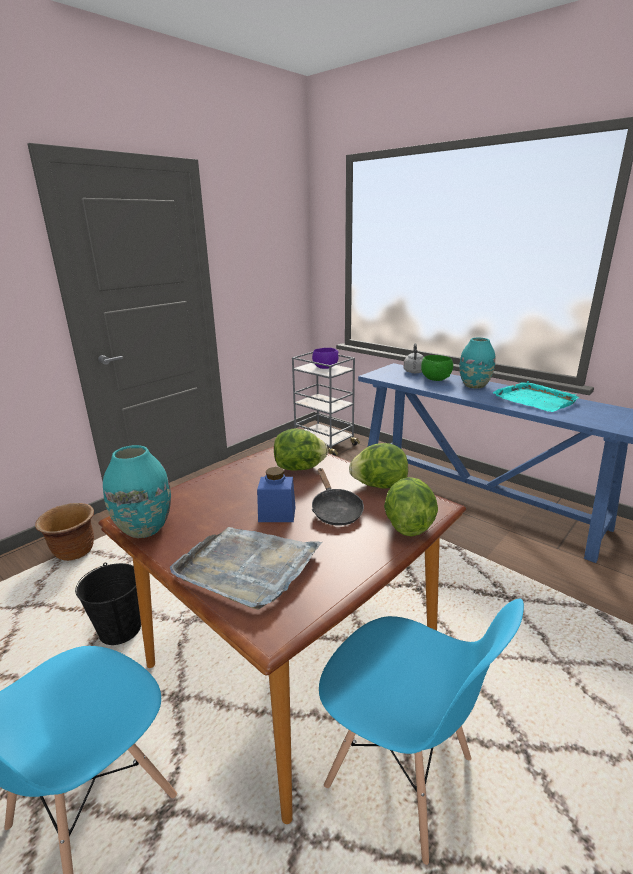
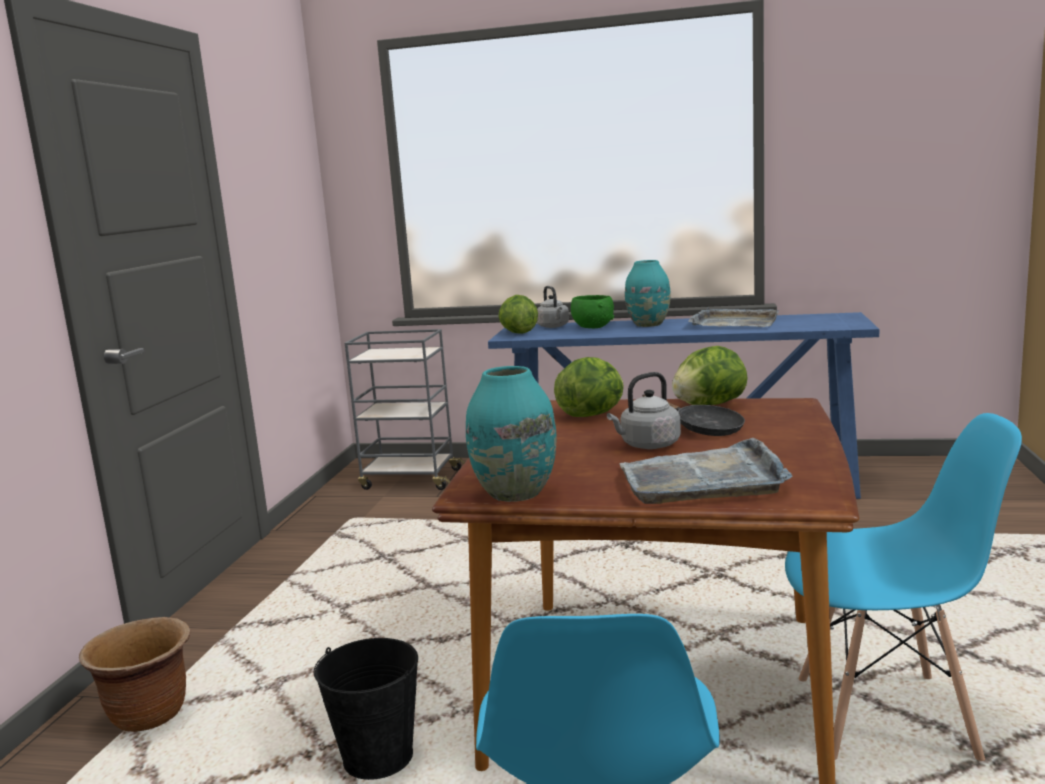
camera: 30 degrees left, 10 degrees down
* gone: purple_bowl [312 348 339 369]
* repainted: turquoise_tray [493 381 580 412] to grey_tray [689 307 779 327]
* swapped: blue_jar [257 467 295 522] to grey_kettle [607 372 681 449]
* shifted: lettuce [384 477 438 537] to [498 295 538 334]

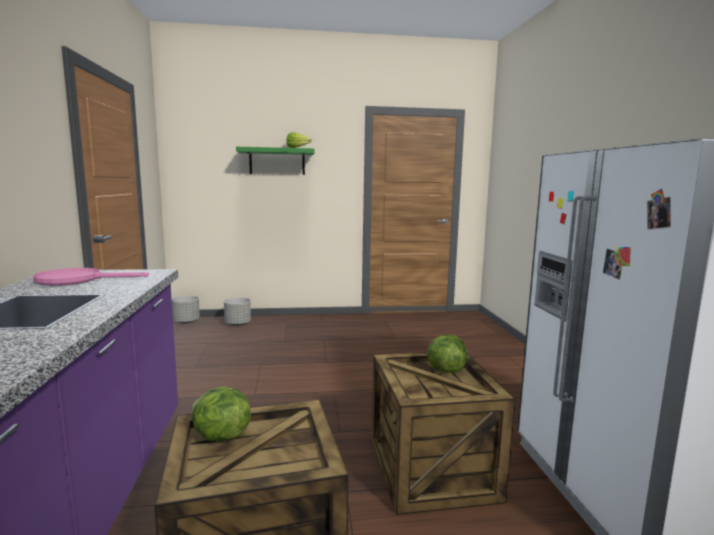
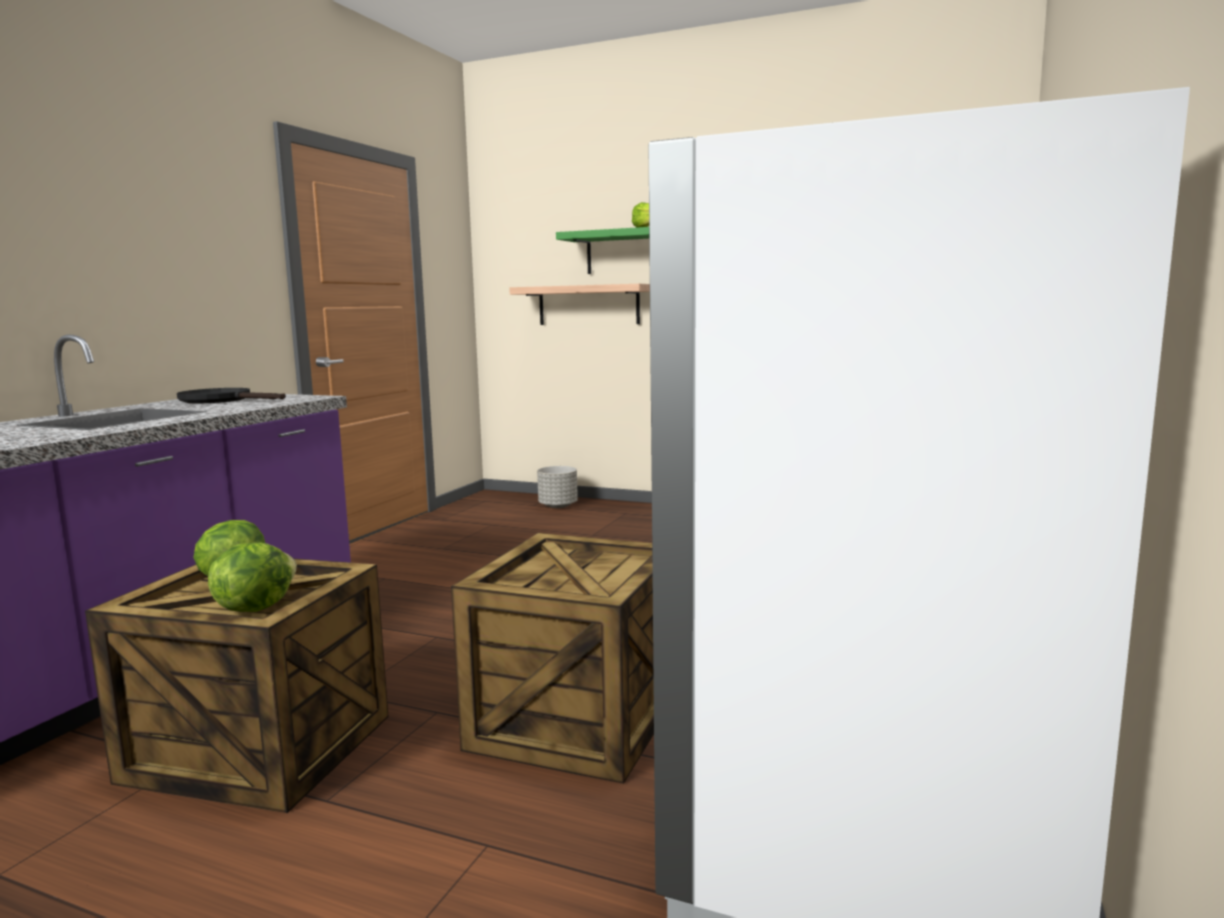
camera: 30 degrees right, 0 degrees up
* repainted: pink_frying_pan [33 268 149 286] to black_frying_pan [177 388 286 403]
* gone: grey_planter [172 295 200 324]
* shifted: lettuce [427 335 467 373] to [208 543 297 612]
* new: shelf [509 284 650 325]

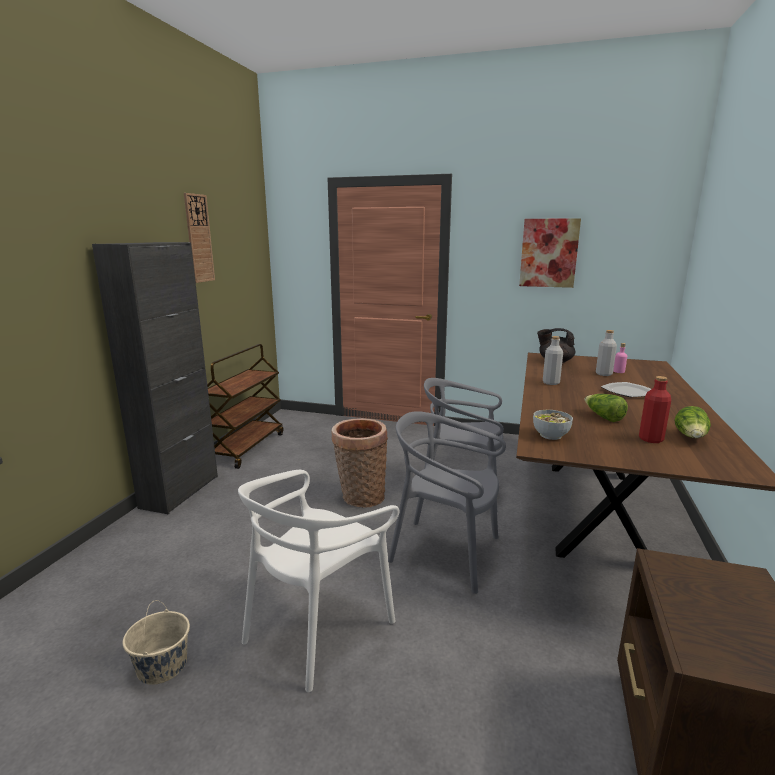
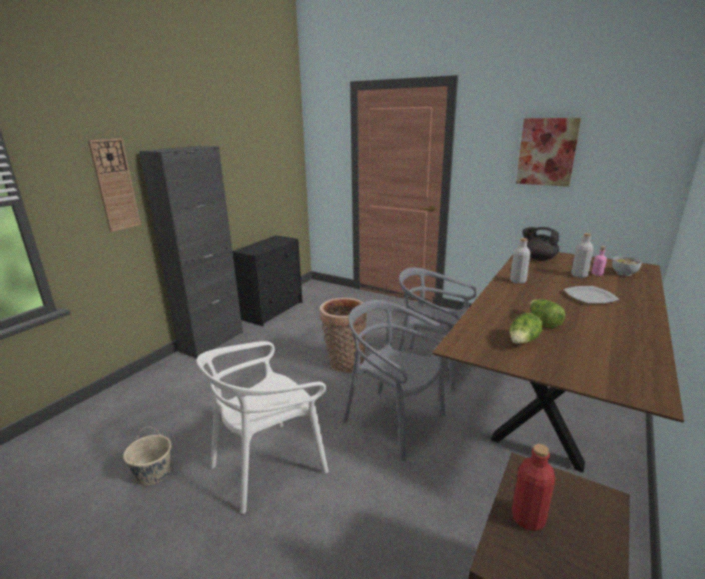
camera: 15 degrees right, 5 degrees up
* shifted: wall_clock [184 193 215 283] to [88 138 141 232]
* swapped: brown_cart [207 344 283 469] to black_dresser [232 235 303 326]
* shifted: red_bottle [639 376 671 443] to [512 444 555 531]
* shifted: lettuce [674 406 711 438] to [509 313 543 344]
* shifted: bowl [533 410 573 440] to [612 256 642 276]

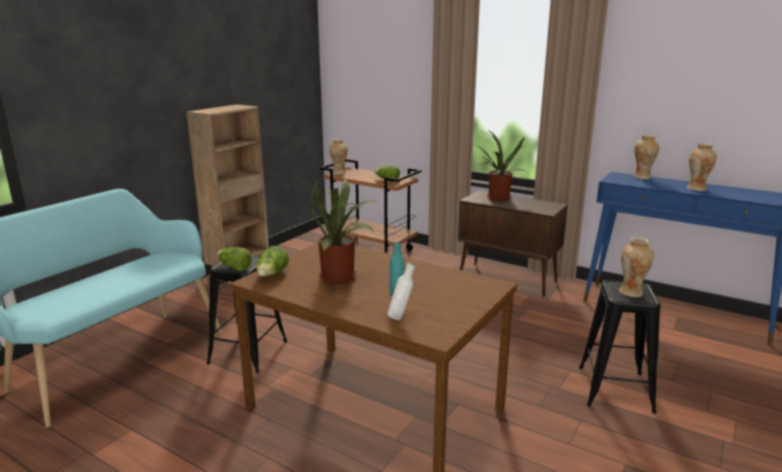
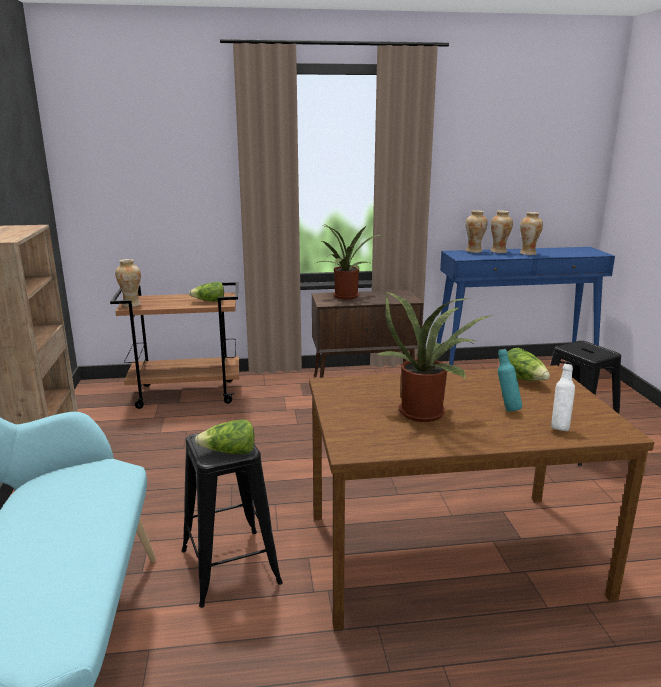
camera: 40 degrees left, 0 degrees up
* shifted: vase [619 237 654 297] to [491 210 513 253]
* shifted: lettuce [256 246 289 277] to [508 348 550 381]

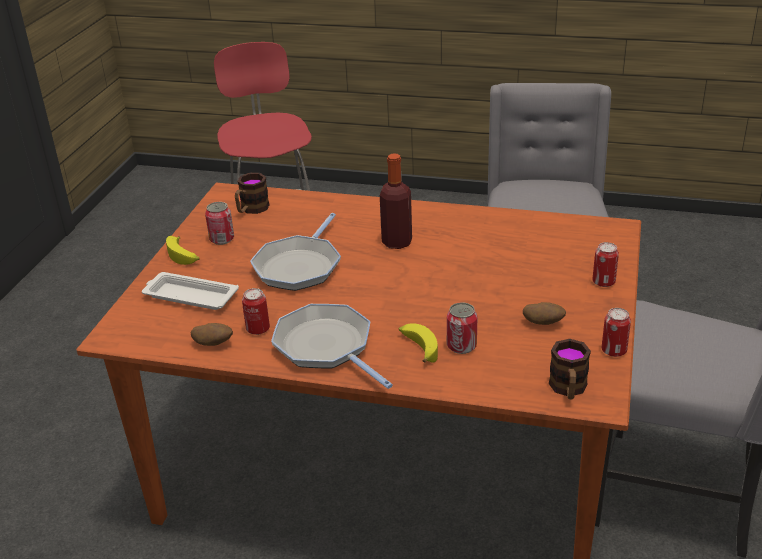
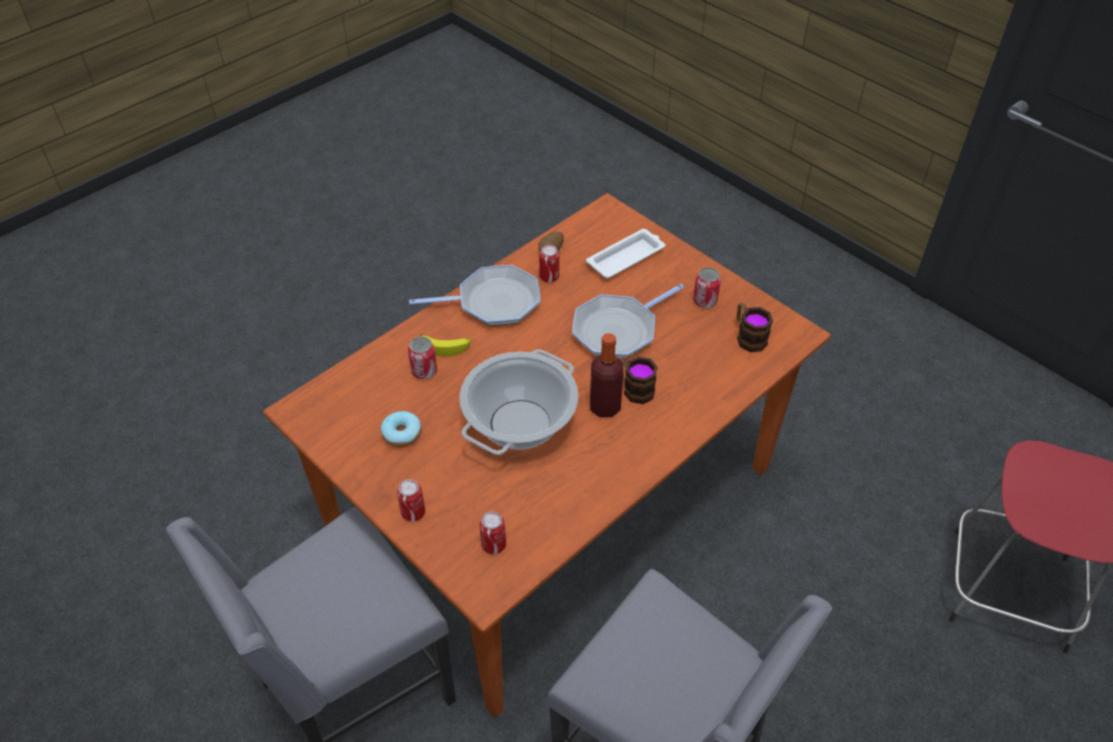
camera: 120 degrees right, 15 degrees up
* rotated: frying_pan [250 213 341 291] = [572 284 684 358] 90 degrees counterclockwise
* gone: banana [166 236 199 265]
* swapped: potato [523 302 566 325] to donut [381 411 422 447]
* shifted: can [602 308 631 357] to [480 512 506 554]
* shifted: mug [549 339 591 400] to [618 356 658 404]
* new: cooking_pot [459 350 578 455]

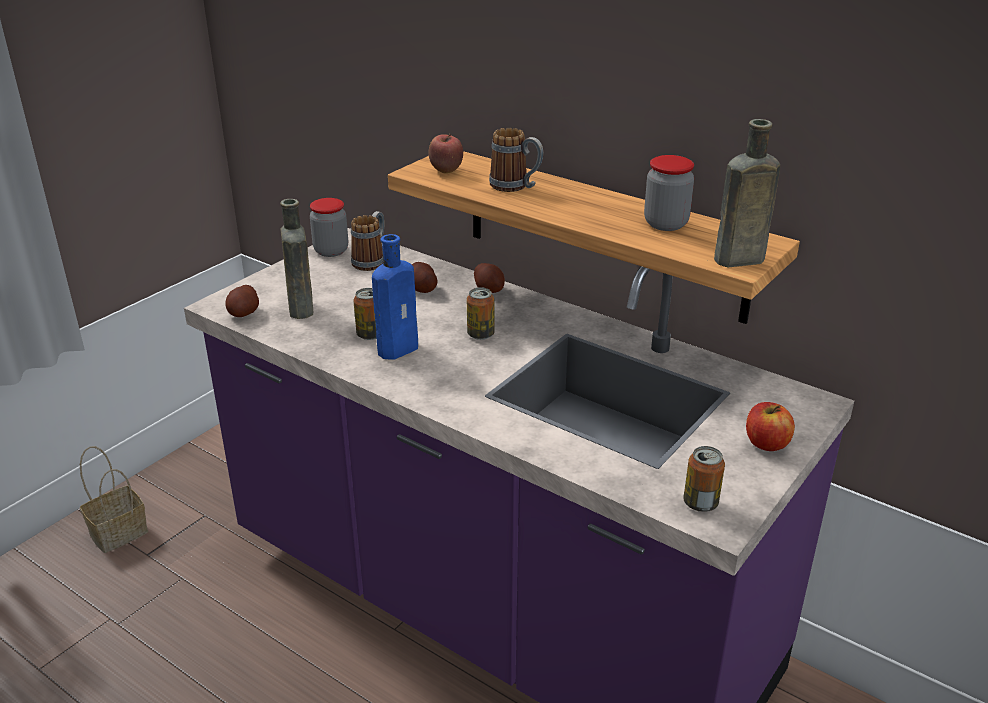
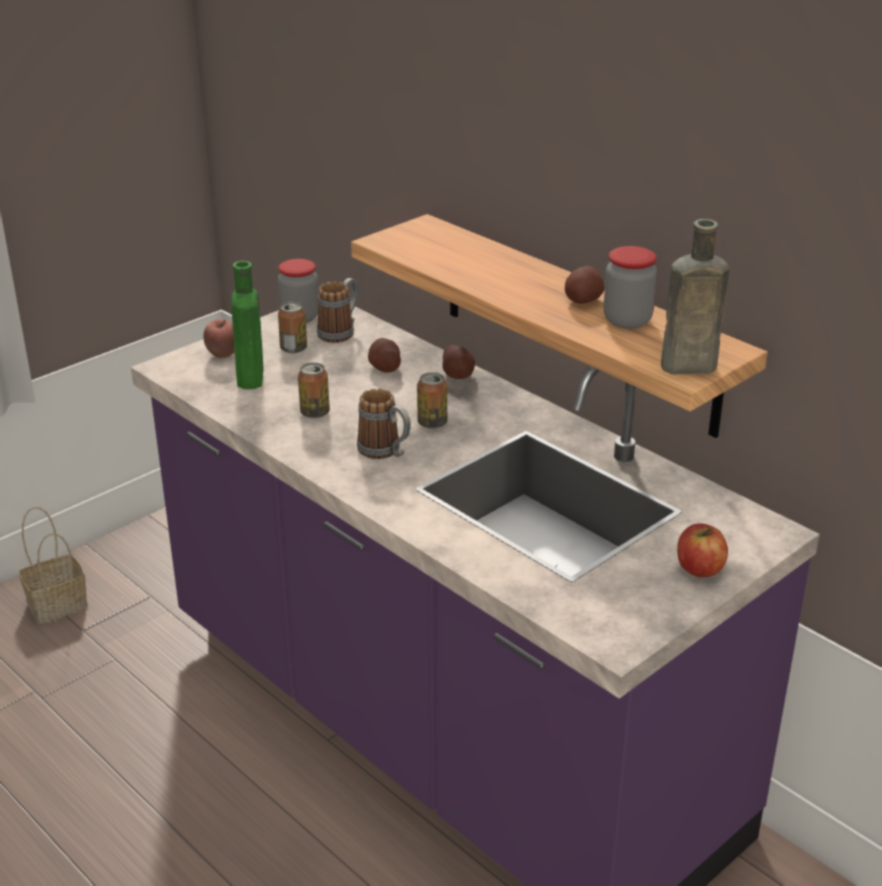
camera: 10 degrees right, 0 degrees up
* shifted: mug [489 128 544 192] to [357 388 411 459]
* shifted: apple [428 134 463 174] to [203 319 235 358]
* repainted: brown_bottle [280 199 313 319] to green_bottle [231 261 263 389]
* gone: blue_bottle [372 234 418 360]
* shifted: potato [225 285 259 317] to [565 266 605 304]
* shifted: can [683 446 725 512] to [278 302 307 354]

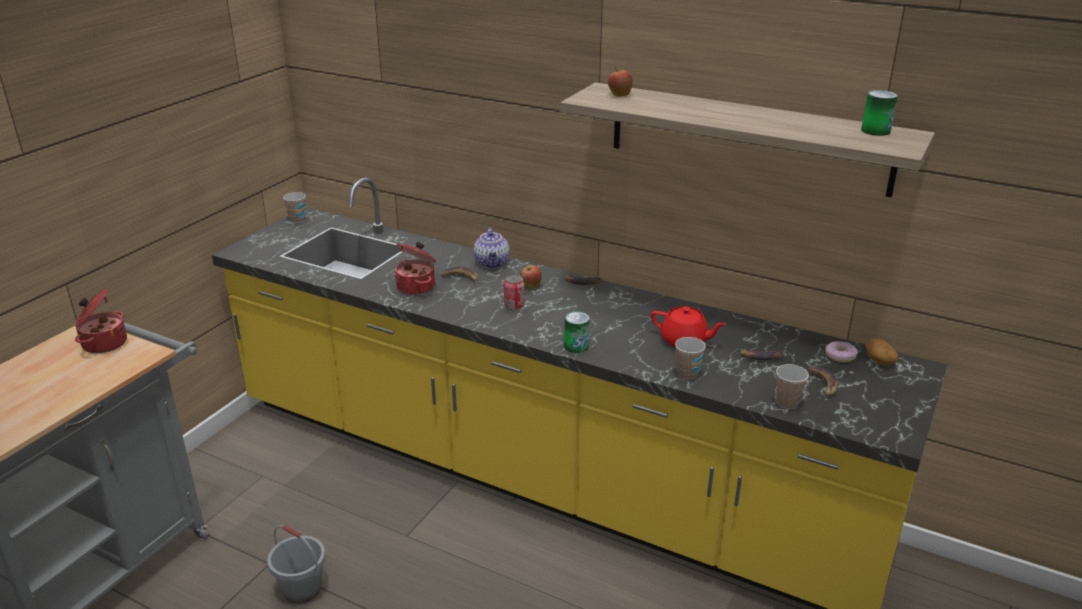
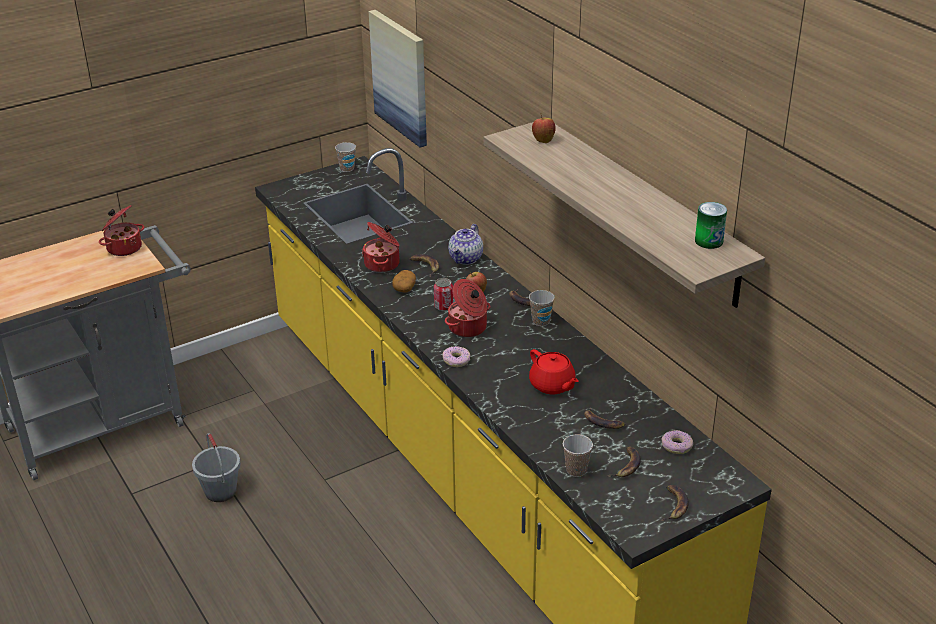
camera: 30 degrees right, 5 degrees up
* swapped: can [564 311 590 353] to donut [442 346 470 367]
* shifted: cup [675 337 706 380] to [529 290 555 326]
* shifted: potato [865 339 899 365] to [392 270 416 293]
* new: picture [369 10 427 147]
* new: cooking_pot [445 279 490 337]
* new: banana [661 485 689 521]

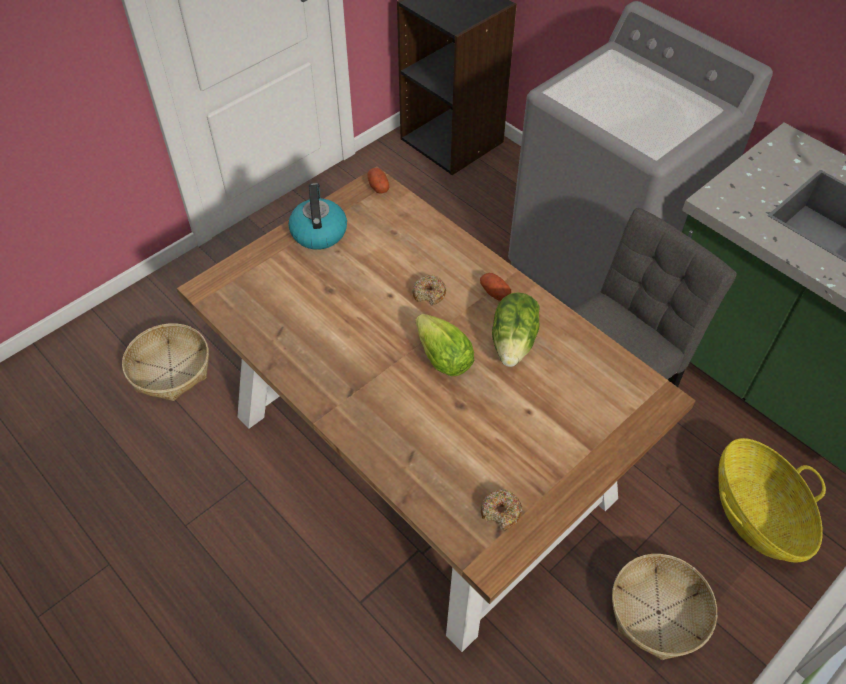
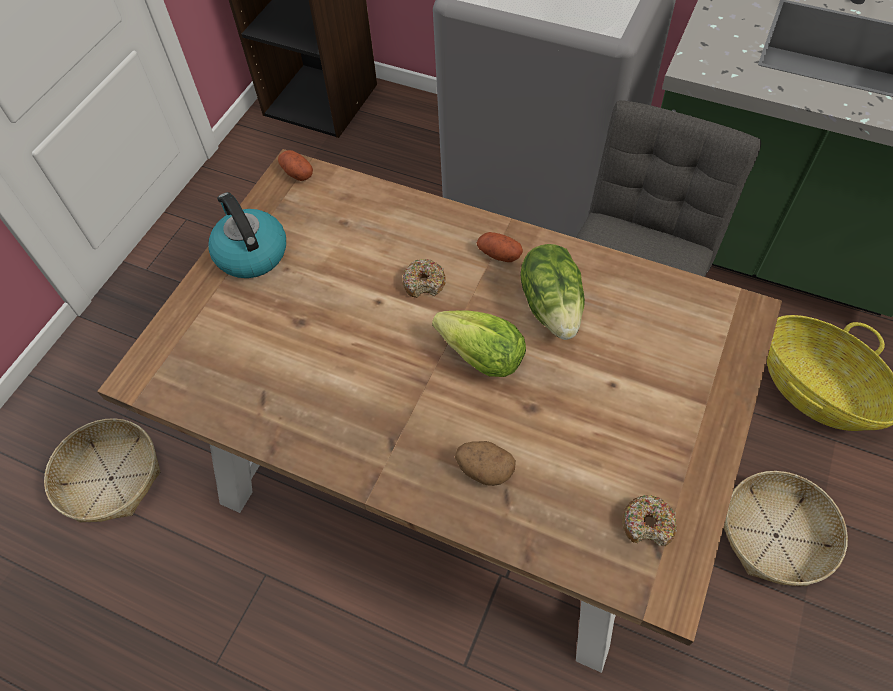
camera: 20 degrees left, 5 degrees up
* new: potato [455 441 516 486]

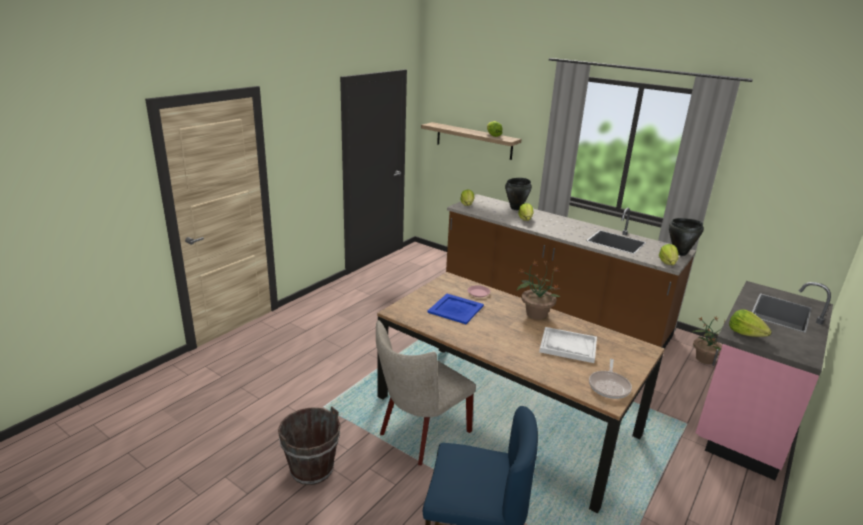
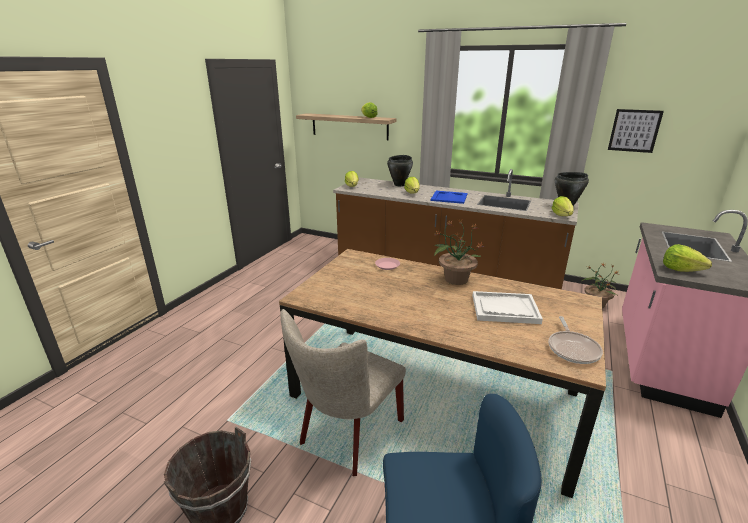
camera: 10 degrees left, 0 degrees up
* shifted: blue_tray [427 294 484 324] to [431 191 467 204]
* new: picture [608 109 664 153]

